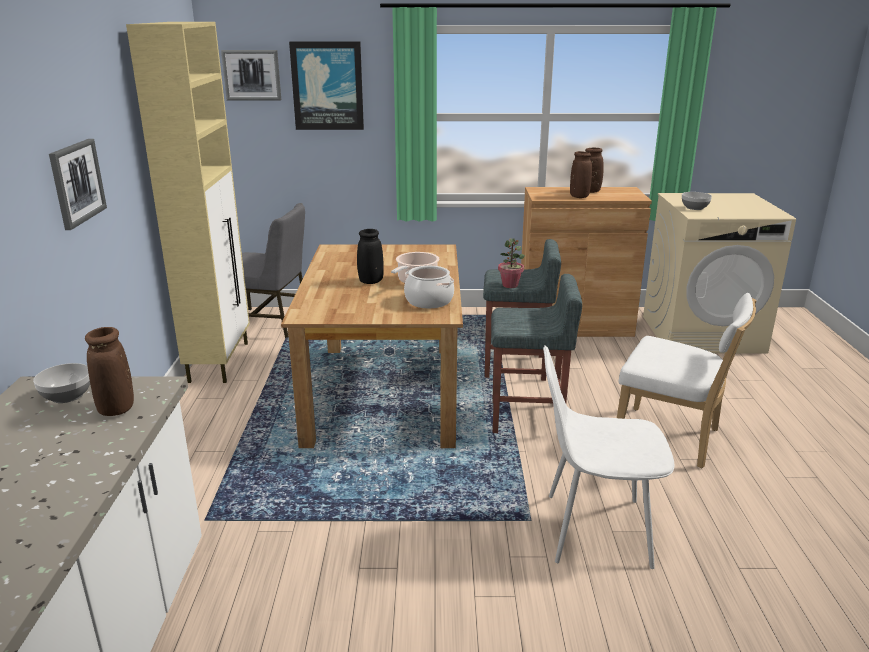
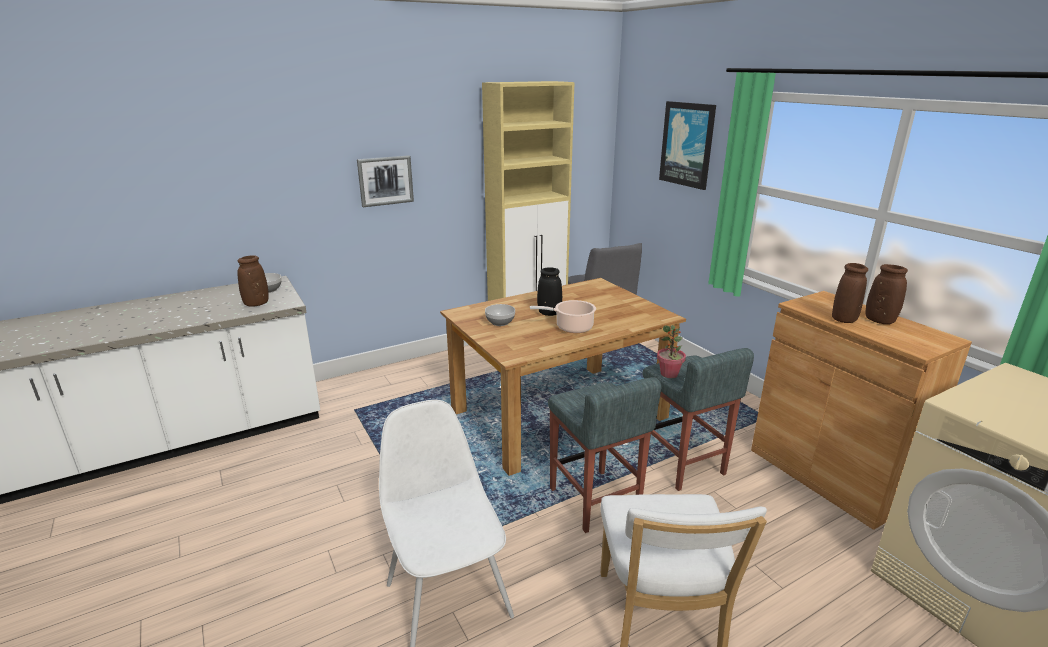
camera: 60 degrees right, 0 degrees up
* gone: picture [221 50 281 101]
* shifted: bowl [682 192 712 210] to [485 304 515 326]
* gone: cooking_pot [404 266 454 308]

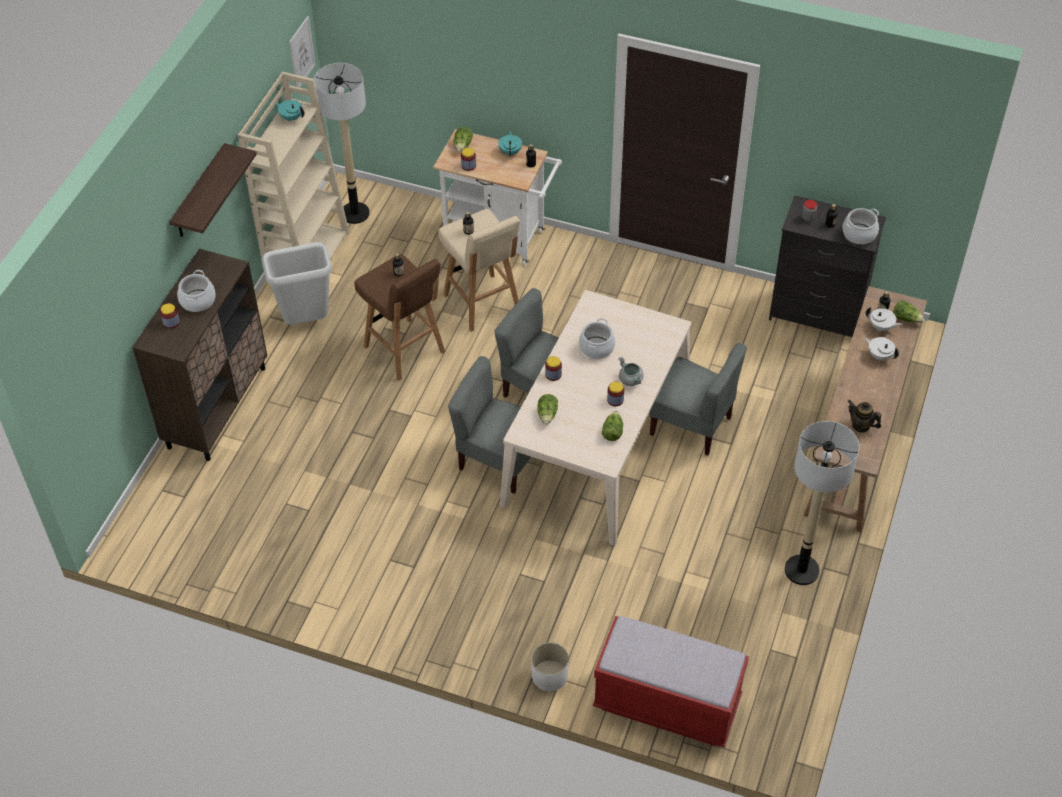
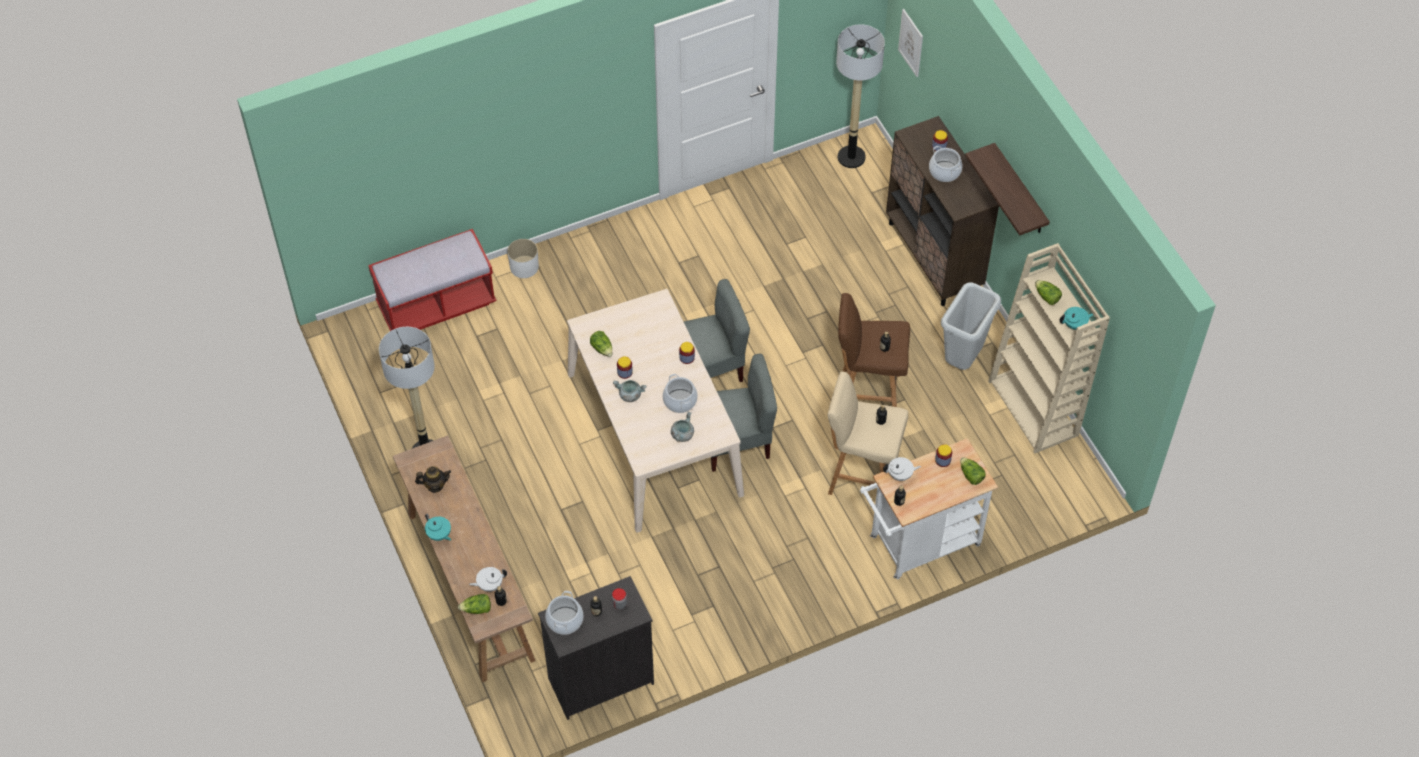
camera: 135 degrees right, 5 degrees up
* shifted: picture [289 16 316 87] to [898 9 923 77]
* shifted: floor_lamp [314 63 370 224] to [836 24 885 168]
* shifted: turquoise_teapot [498 130 522 157] to [425 514 451 541]
* shifted: white_teapot [864 337 899 360] to [883 457 921 481]
* gone: grey_chair [649 343 747 456]
* shifted: lettuce [538 394 558 425] to [1035 280 1062 305]
* new: grey_cooking_pot [671 412 694 442]

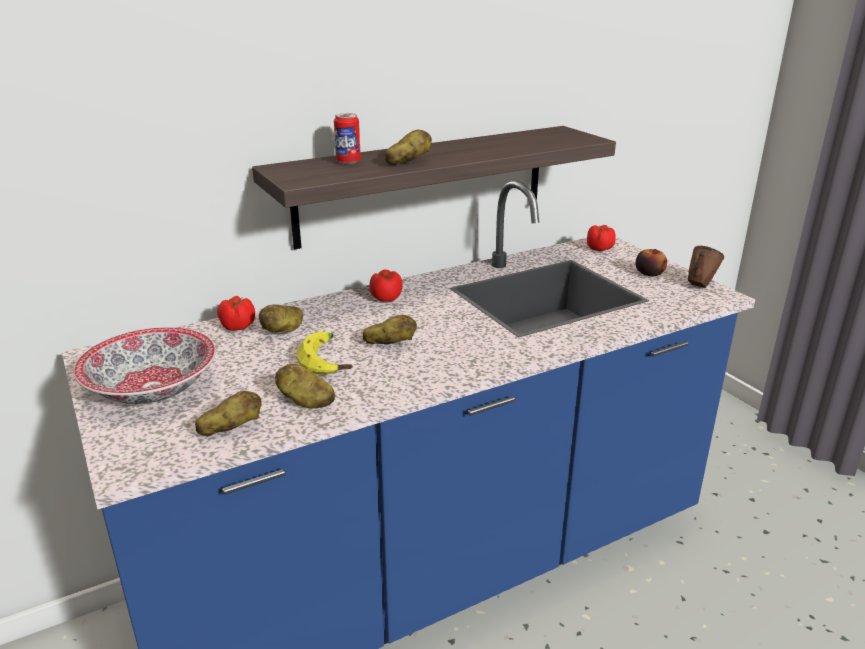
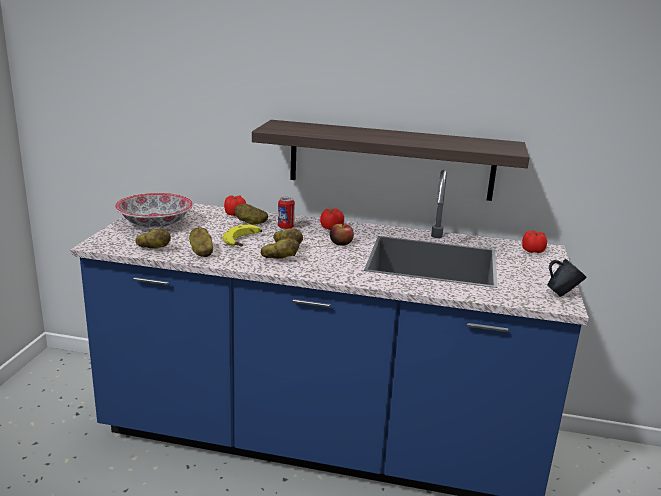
camera: 40 degrees right, 5 degrees down
* shifted: can [334 113 361 164] to [278 197 295 230]
* shifted: potato [384 130 432 165] to [261 238 299 259]
* repainted: brown_mug [688 246 724 288] to blue_mug [547 259 587 297]
* shifted: apple [635 249 667 276] to [330 224 354 245]

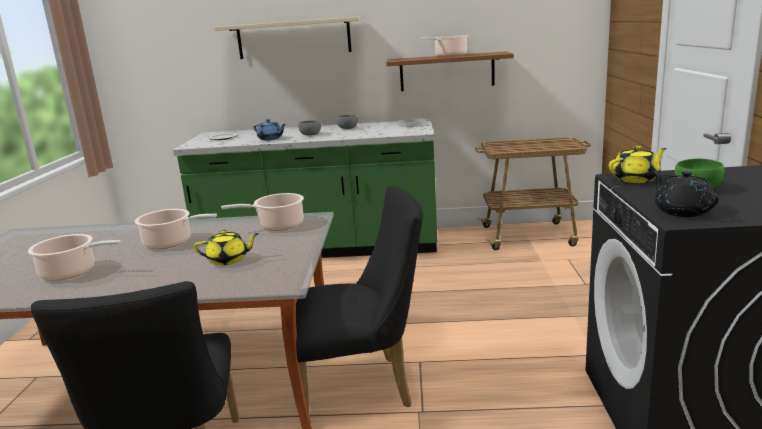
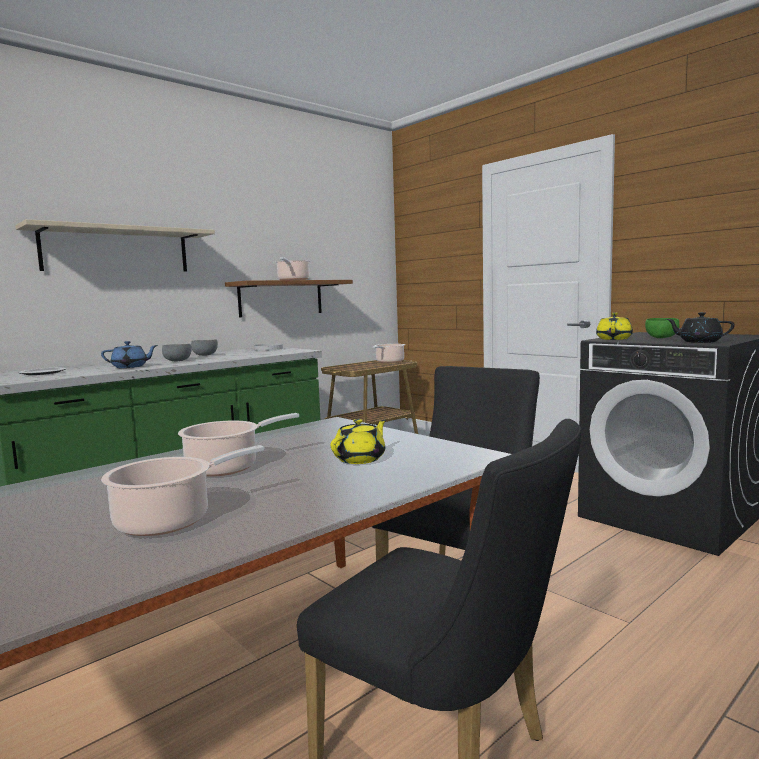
camera: 45 degrees left, 10 degrees down
* shifted: cooking_pot [221 193 304 231] to [372 344 405 363]

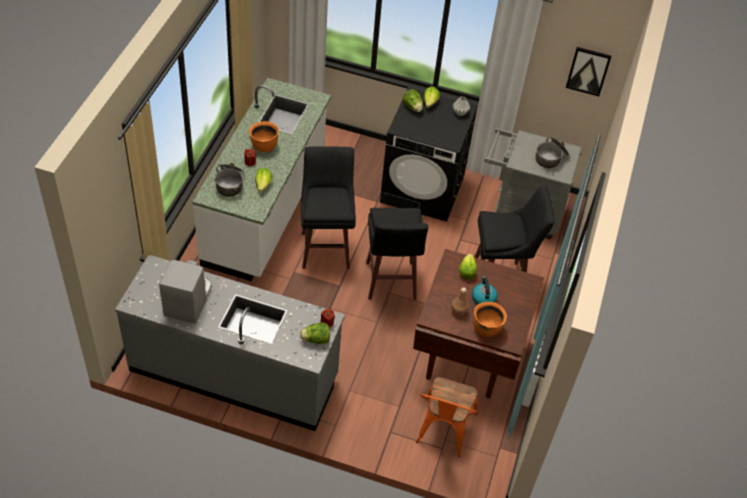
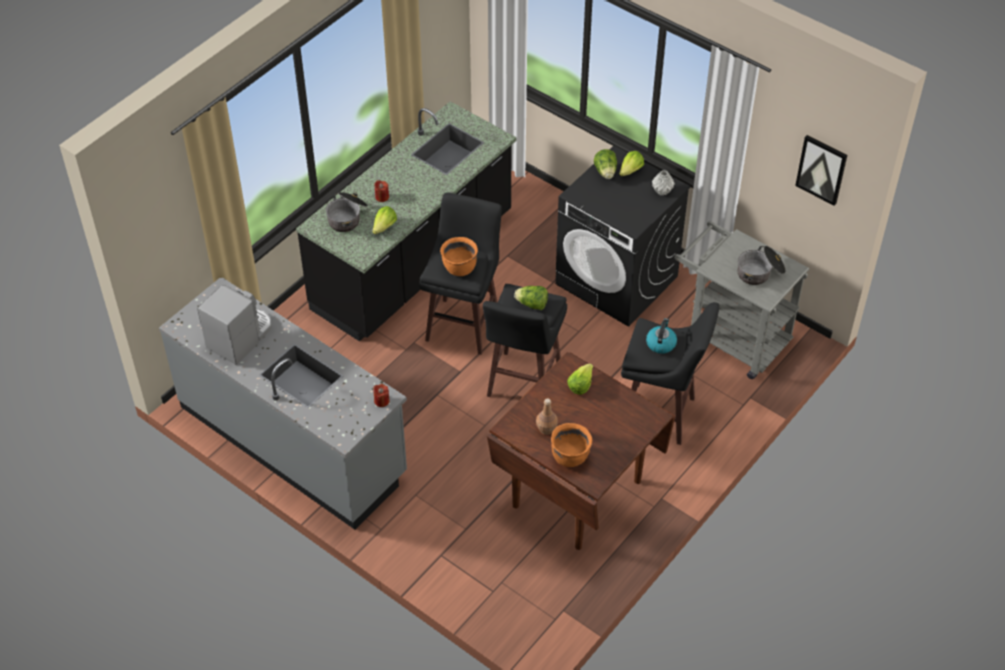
camera: 25 degrees right, 0 degrees up
* repainted: white_counter [193 78 331 282] to black_counter [296 101 516 341]
* shifted: orange_cooking_pot [249 121 279 152] to [440 237 478 276]
* shifted: kettle [472 276 497 304] to [646 318 677 354]
* shifted: lettuce [300 322 330 344] to [514 286 548 310]
* gone: orange_chair [416 377 478 457]

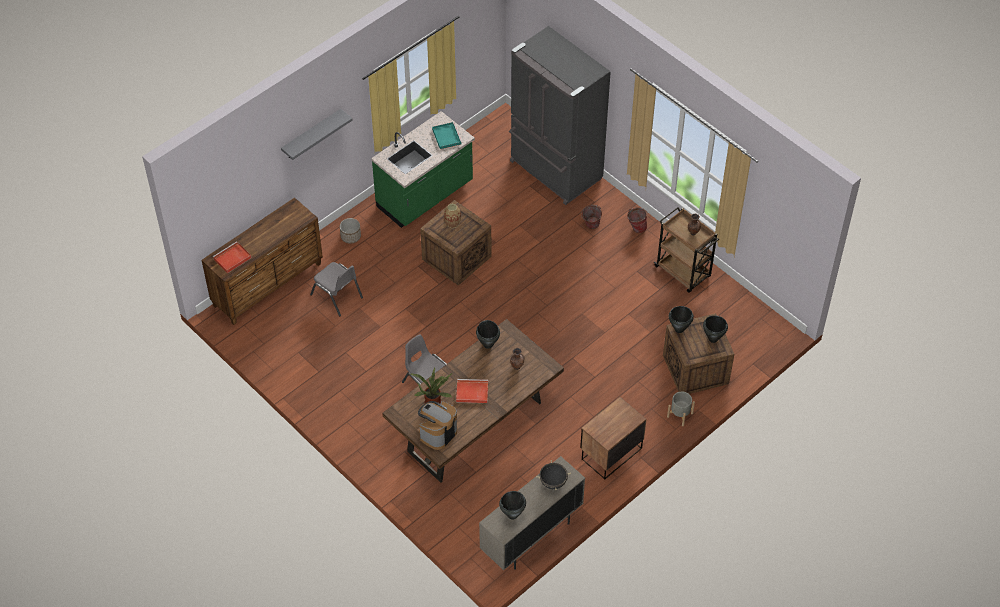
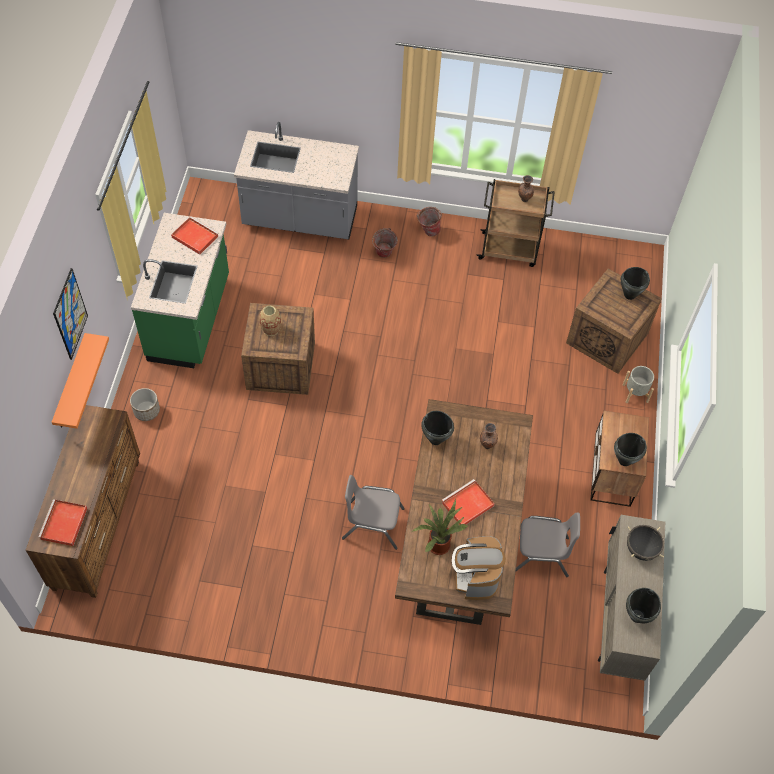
camera: 40 degrees left, 5 degrees up
* swapped: grey_fridge [509 26 611 205] to grey_counter [234 122 359 240]
* swapped: grey_shelf [281 109 353 160] to picture [53 268 88 360]
* repainted: turquoise_tray [432 122 462 149] to red_tray [171 216 219 255]
* shifted: grey_chair [310 262 363 316] to [516 512 580 577]
* shifted: black_cooking_pot [669 306 694 333] to [614 433 647 466]
* new: orange_shelf [52 333 109 429]

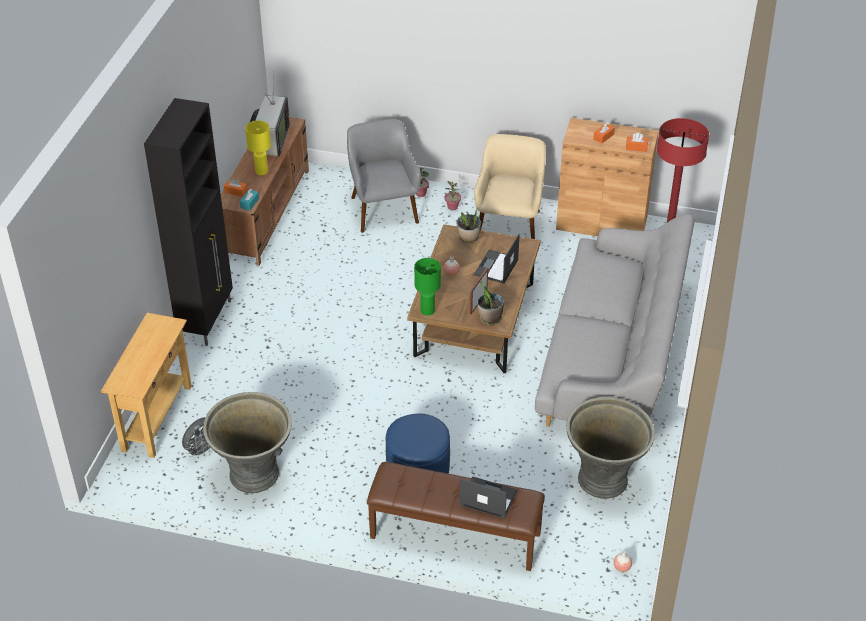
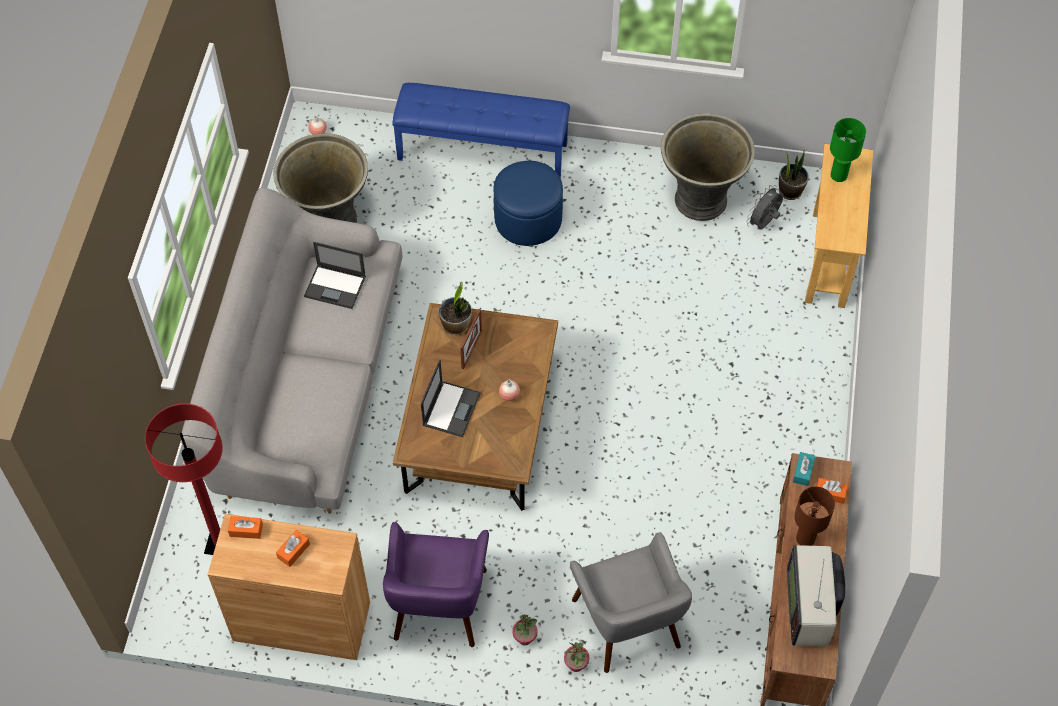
camera: 175 degrees right, 15 degrees up
* gone: black_cabinet [144 98 233 346]
* repainted: yellow_table_lamp [245 120 271 175] to brown_table_lamp [794 486 835 546]
* repainted: beige_armchair [474 134 546 239] to purple_armchair [383 522 489 647]
* shifted: potted_plant [457 208 481 244] to [779 150 809 200]
* shifted: green_table_lamp [414 258 441 316] to [830 118 866 182]
* repainted: brown_bench [367 462 545 571] to blue_bench [392 83 570 178]
* shifted: laptop [459 476 517 519] to [304 242 366 309]

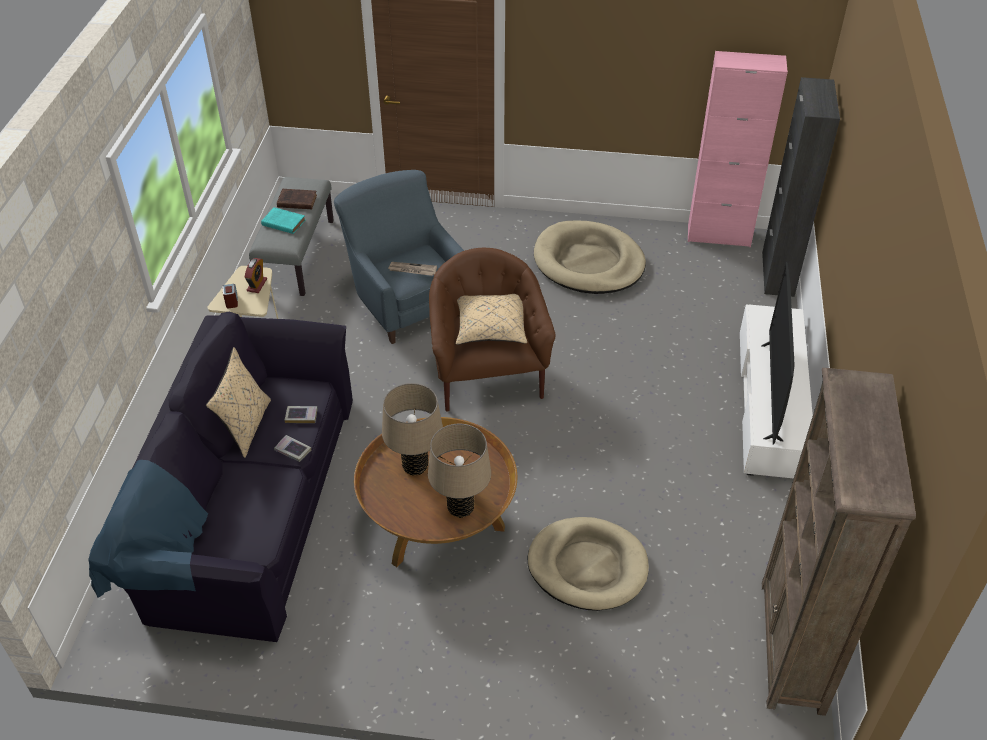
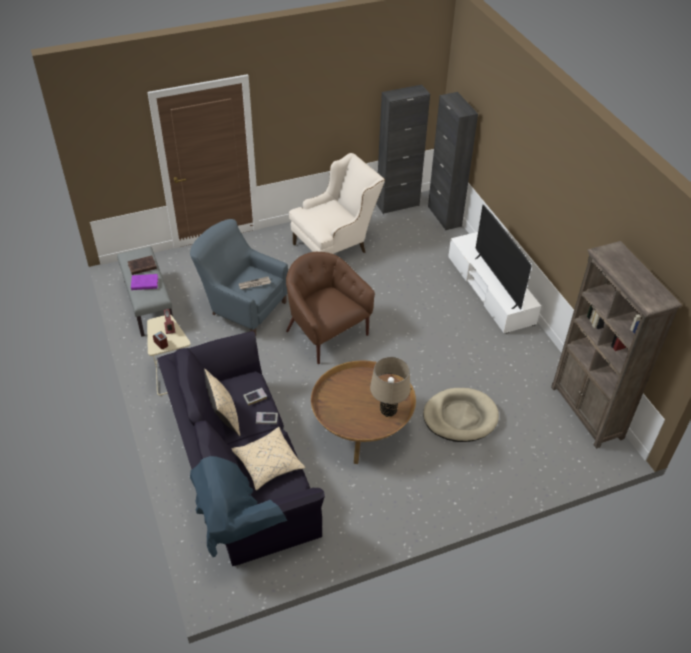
camera: 30 degrees left, 0 degrees up
* repainted: pink_cabinet [688 51 788 247] to black_cabinet [376 85 430 214]
* repainted: turquoise_book [261 207 305 234] to purple_book [131 274 158 290]
* swapped: beige_dog_bed [534 220 646 294] to beige_armchair [289 153 385 254]
* shifted: beige_pillow [456 294 527 345] to [231 427 305 491]
* gone: beige_table_lamp [382 383 443 476]

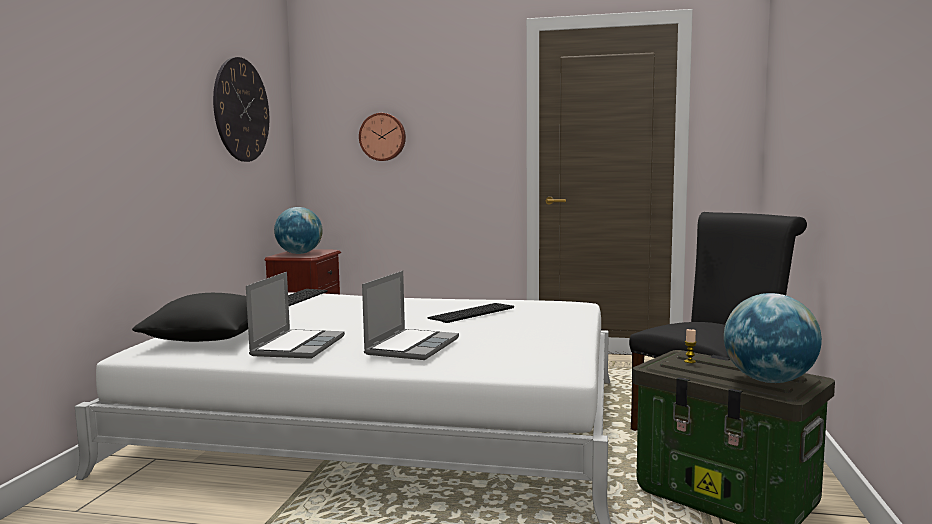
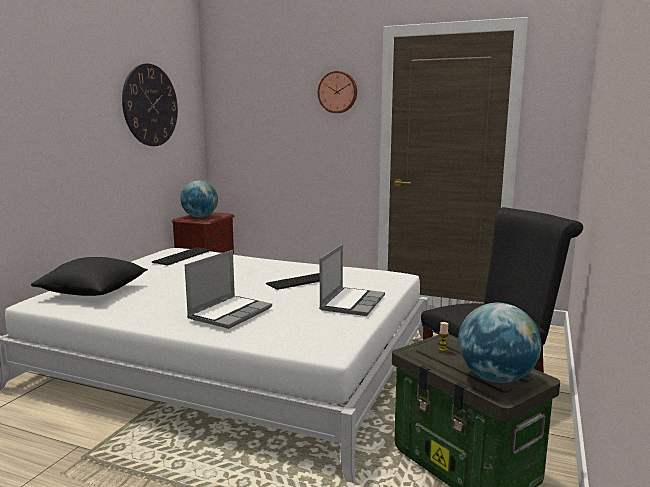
camera: 10 degrees right, 5 degrees up
* shifted: wall_clock [359 113 406 161] to [318 71 357 113]
* shifted: laptop [246 272 345 359] to [319 244 385 316]

